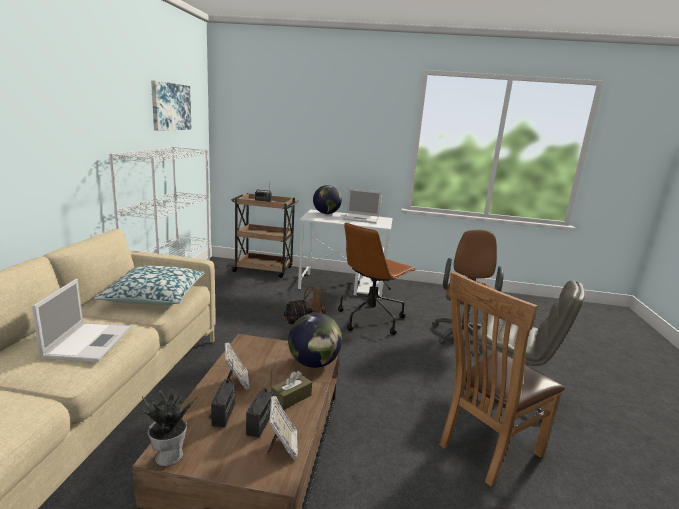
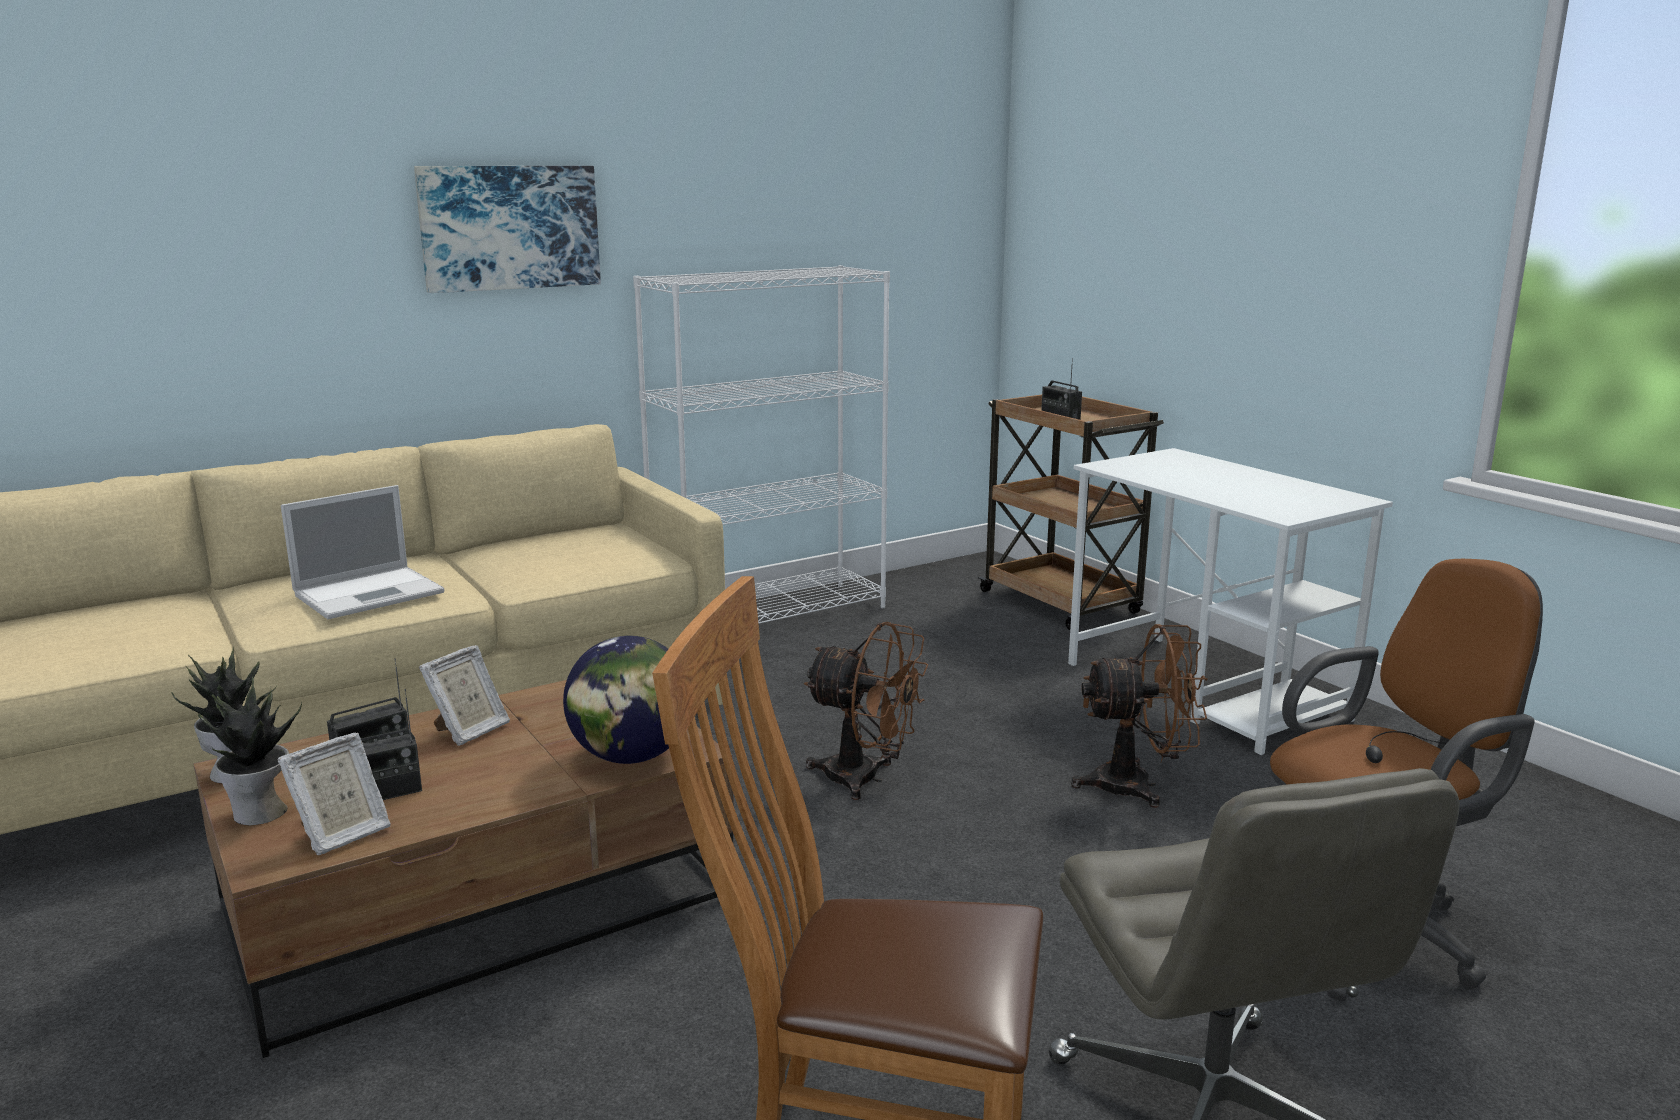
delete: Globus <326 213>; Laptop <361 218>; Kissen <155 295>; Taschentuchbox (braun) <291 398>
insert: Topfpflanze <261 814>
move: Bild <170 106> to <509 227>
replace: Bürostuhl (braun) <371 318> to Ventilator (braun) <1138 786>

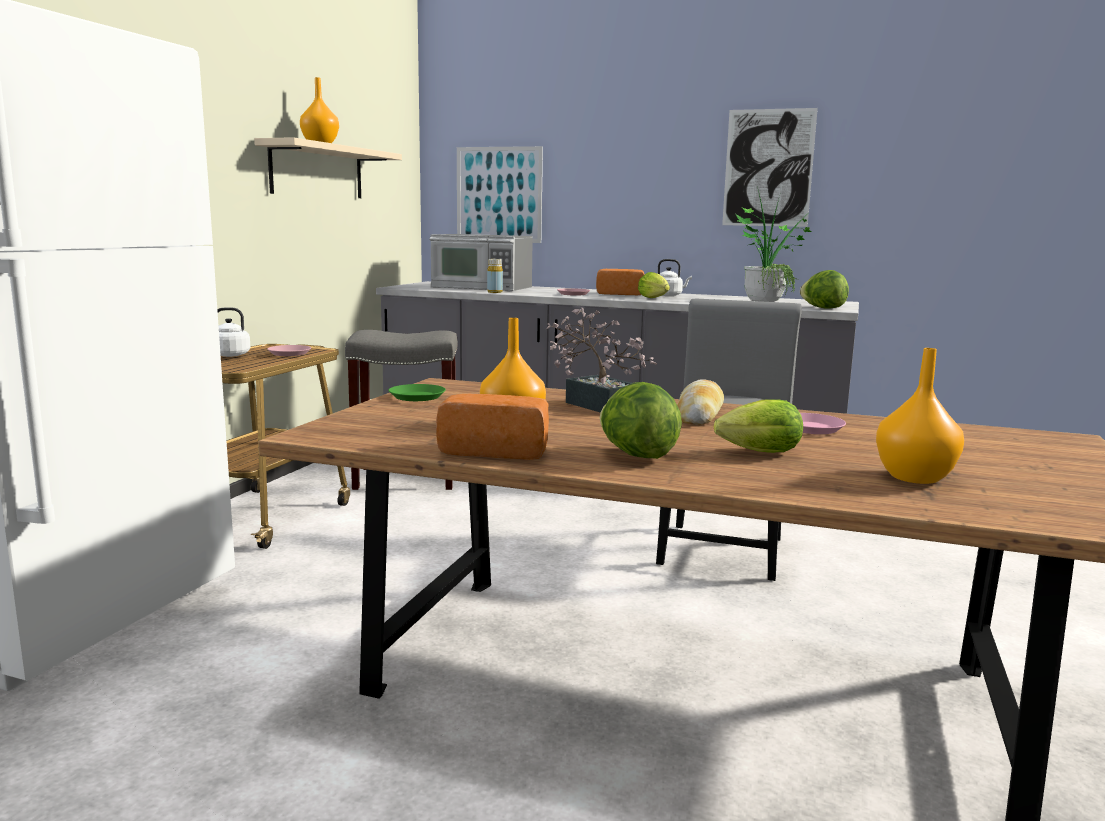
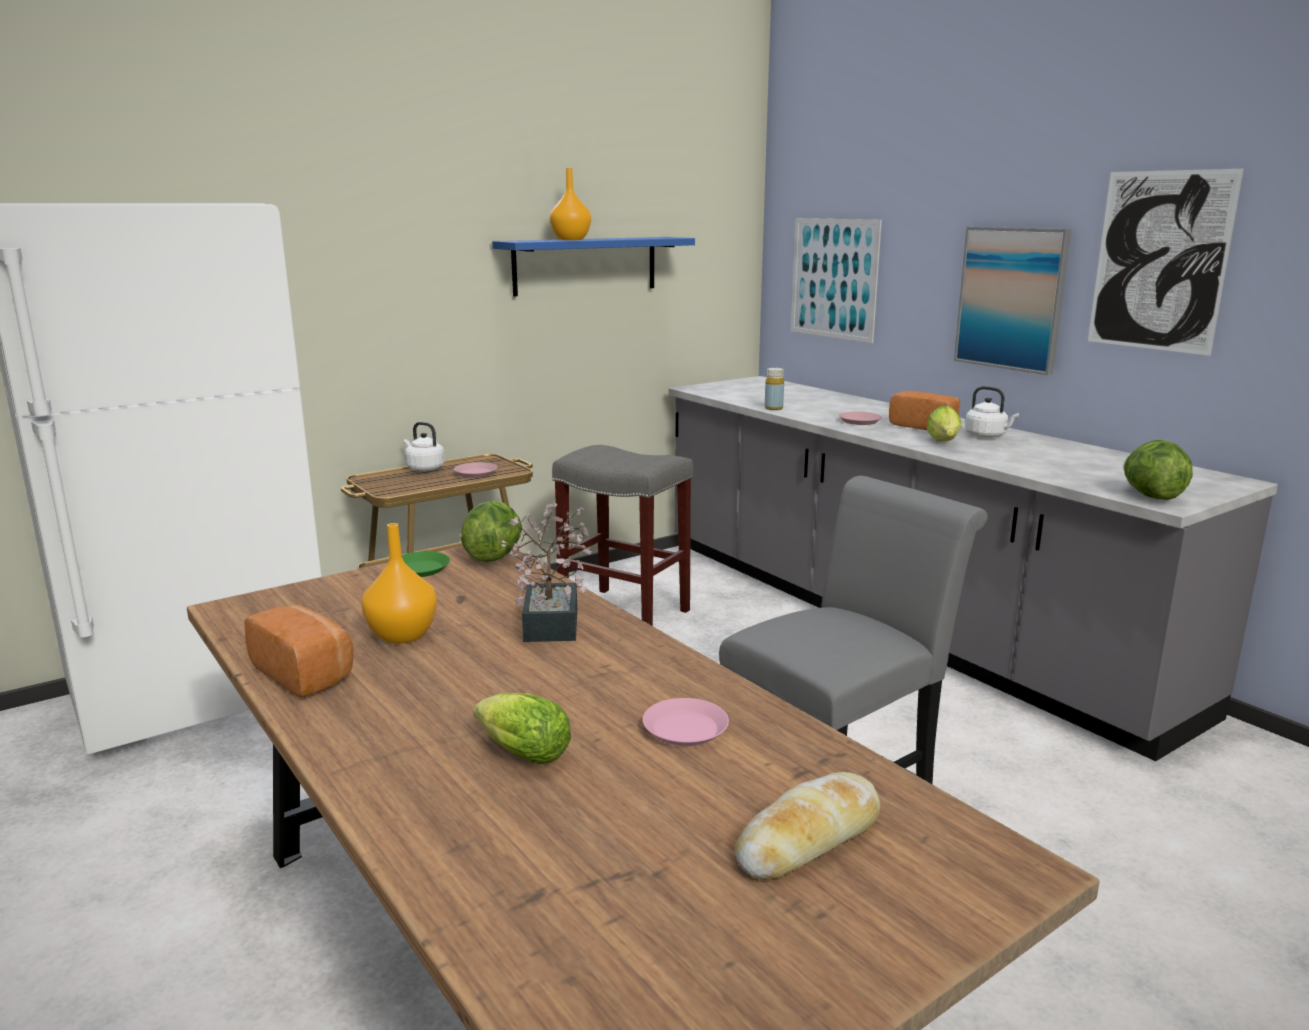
delete: Topfpflanze <766 301>; Mikrowelle <481 287>; Vase (orange) <912 477>
insert: Bild <1011 298>
move: Brot <699 414> to <809 839>; Salatkopf <636 455> to <493 557>
recolor: Wandregal (beige) <317 171> to Wandregal (blau) <585 265>

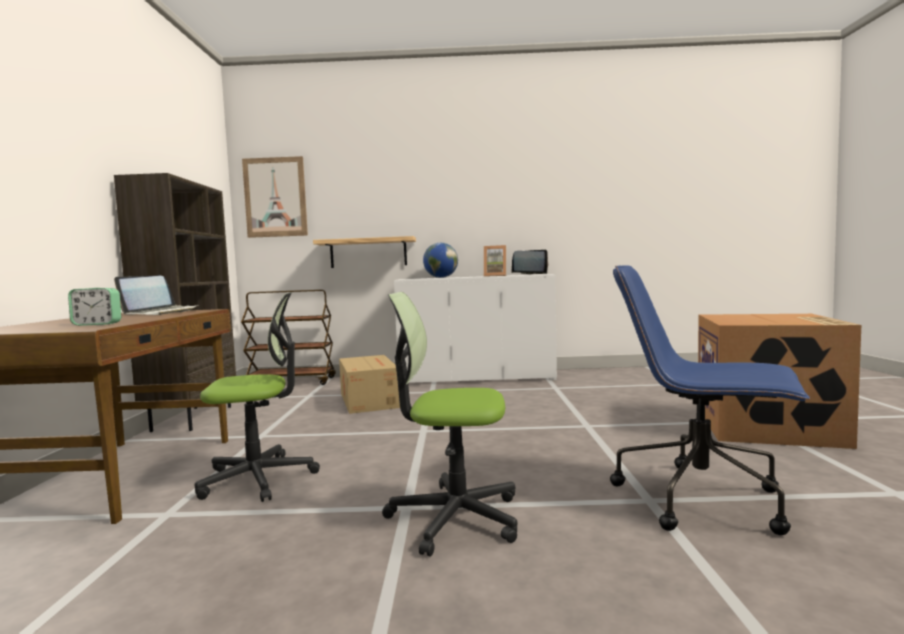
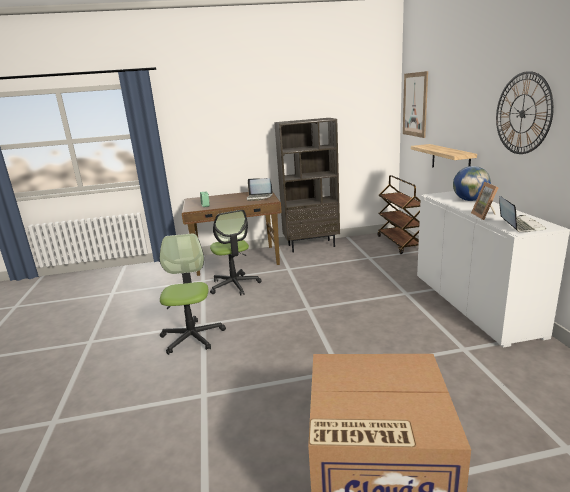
delete: Bürostuhl (blau) <703 499>; Karton <369 400>
insert: Wanduhr <522 113>

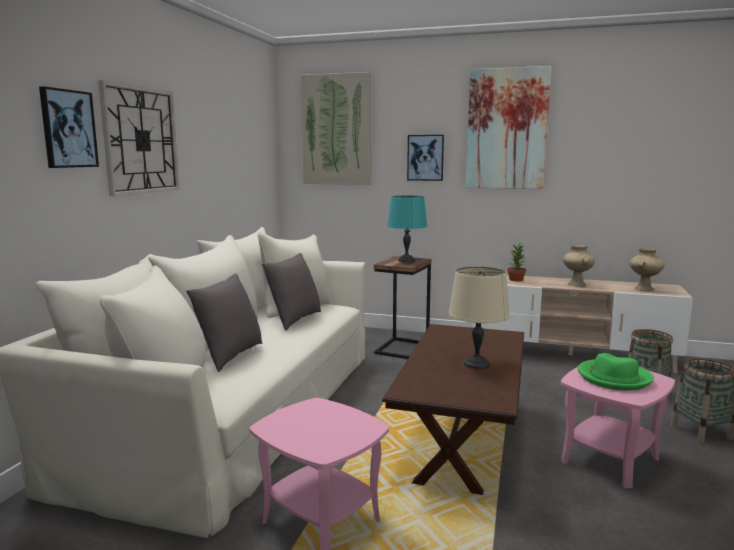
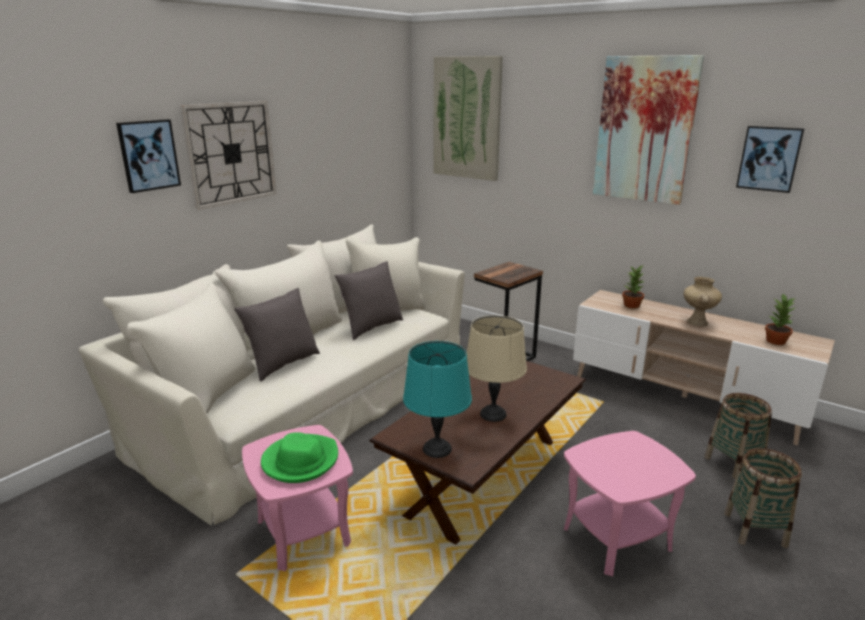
move: Bild <425 157> to <769 158>; Tischlampe (türkis) <406 260> to <436 449>; Hut (grün) <613 378> to <300 461>
replace: Vase (beige) <644 289> to Topfpflanze <776 341>

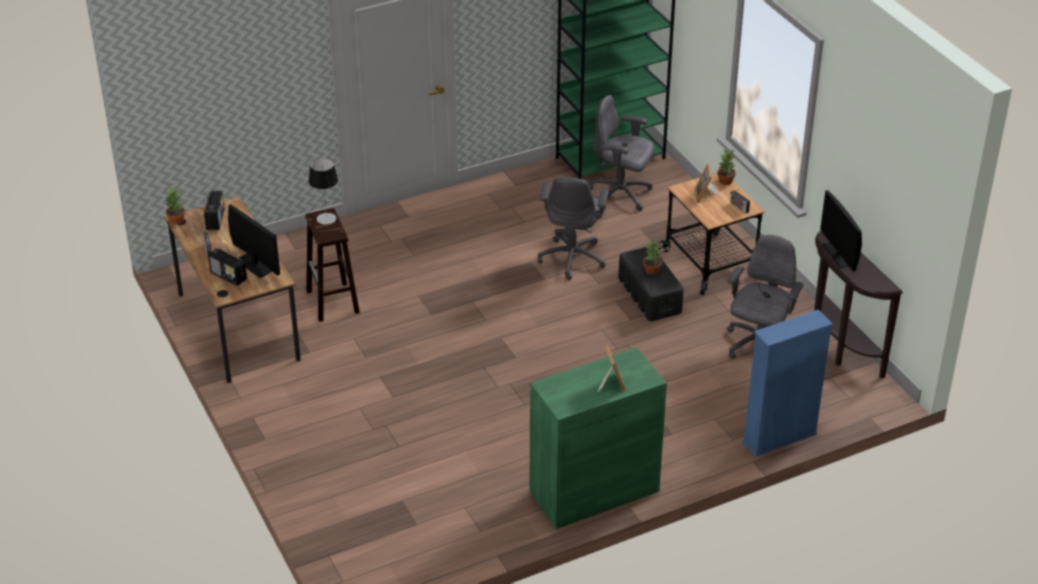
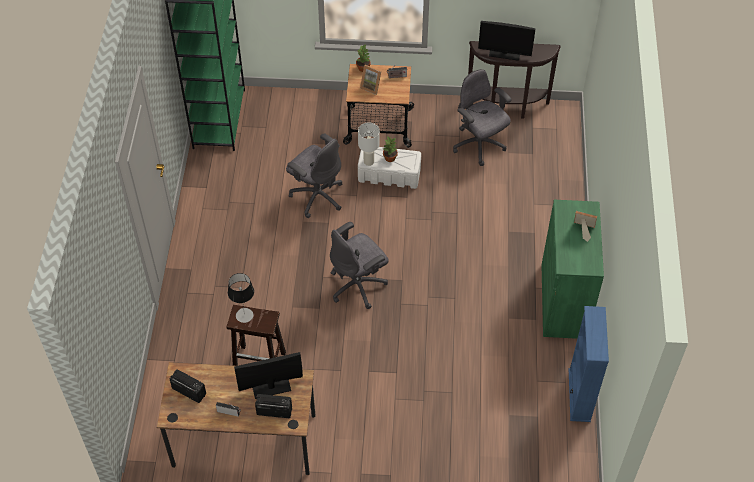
delete: Topfpflanze <176 220>
insert: Tischlampe (weiß) <369 161>
move: Bürostuhl (grau) <621 195> to <358 285>; Bücherregal (blau) <779 438> to <579 395>
recolor: Aufbewahrungsbox (schwarz) <650 296> to Aufbewahrungsbox (weiß) <389 175>
rotate: Radio <229 276> = <274 411> 150 degrees counterclockwise

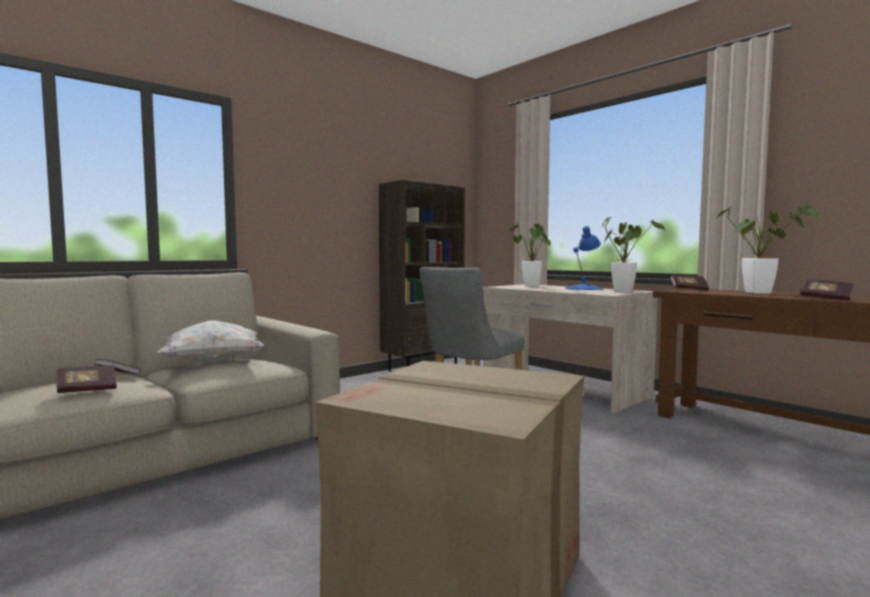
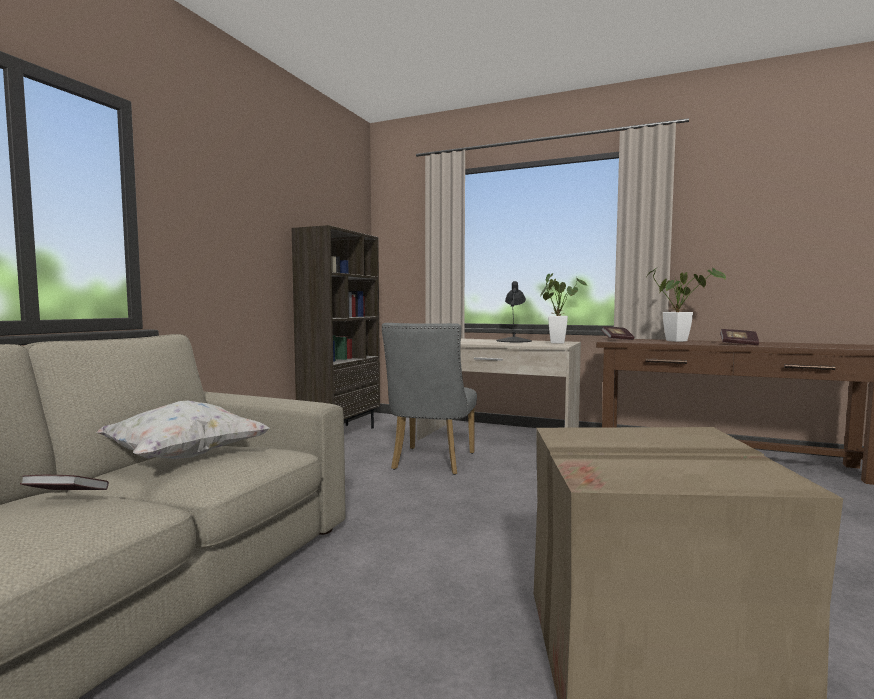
delete: Topfpflanze <531 286>; Buch <87 390>
recolor: Tischlampe (blau) <584 288> to Tischlampe (schwarz) <514 341>

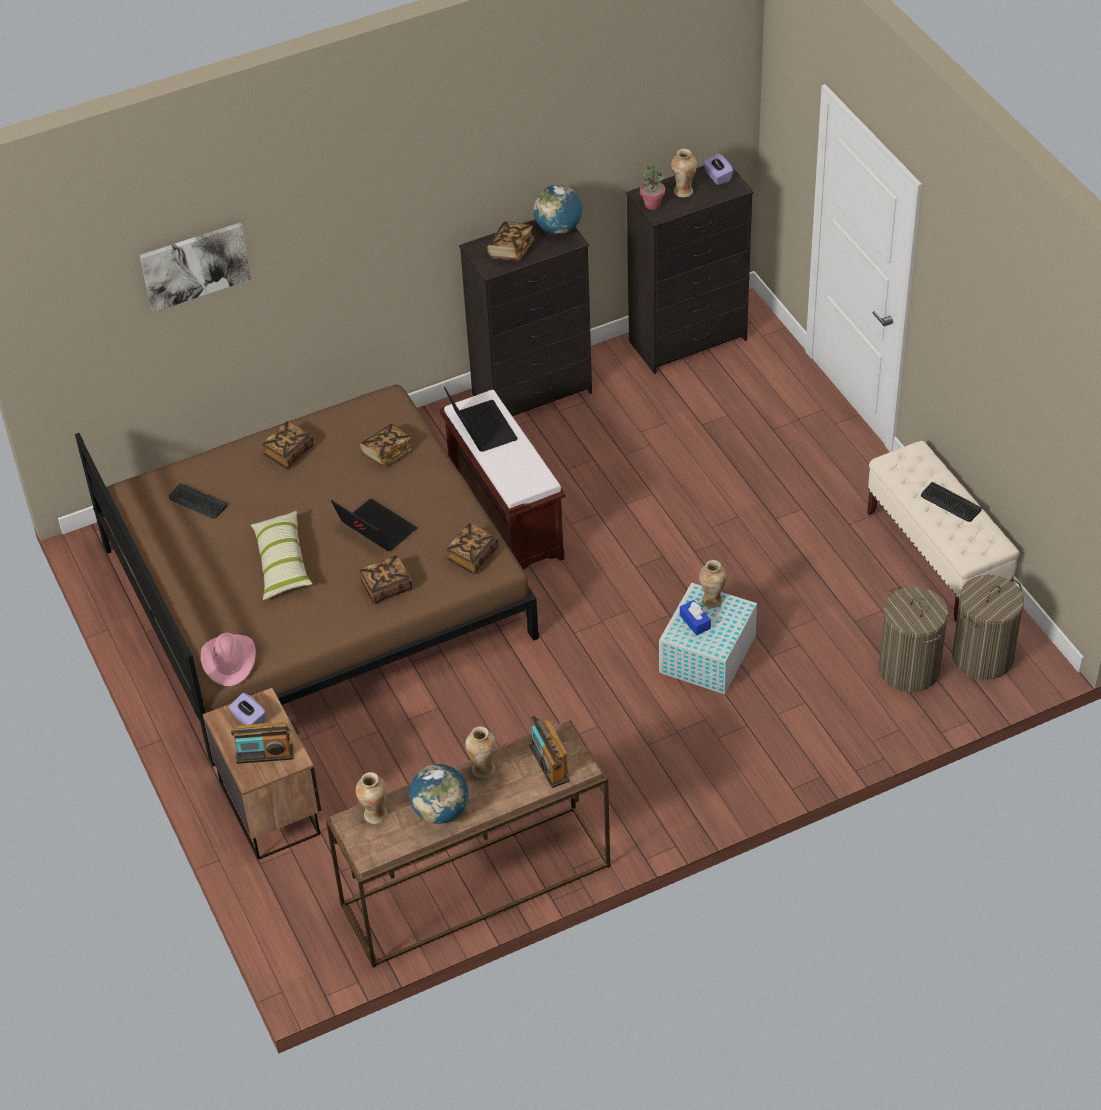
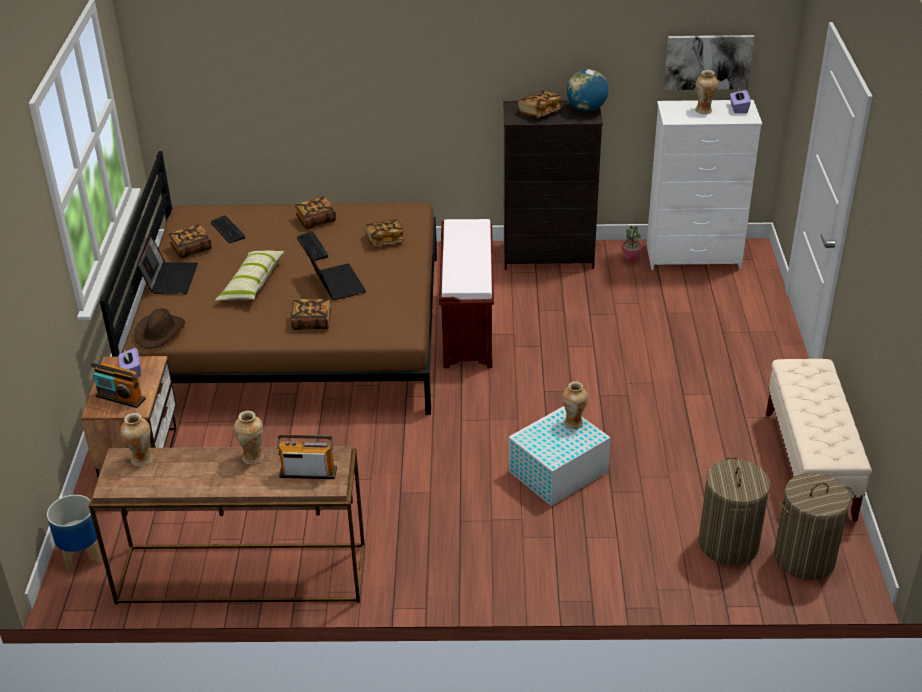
delete: Taschentuchbox (blau) <695 622>; Globus <440 811>
insert: Pflanzkübel <82 554>
move: Topfpflanze <652 204> to <631 259>; Bild <195 265> to <708 61>; Laptop <480 428> to <170 278>; Tastatur <950 503> to <312 247>; Buch <472 556> to <191 249>
recolor: Kommode (schwarz) <689 341> to Kommode (weiß) <694 257>; Hut (rosa) <229 661> to Hut (braun) <160 332>
rotate: Radio <548 764> = <308 472> 90 degrees clockwise

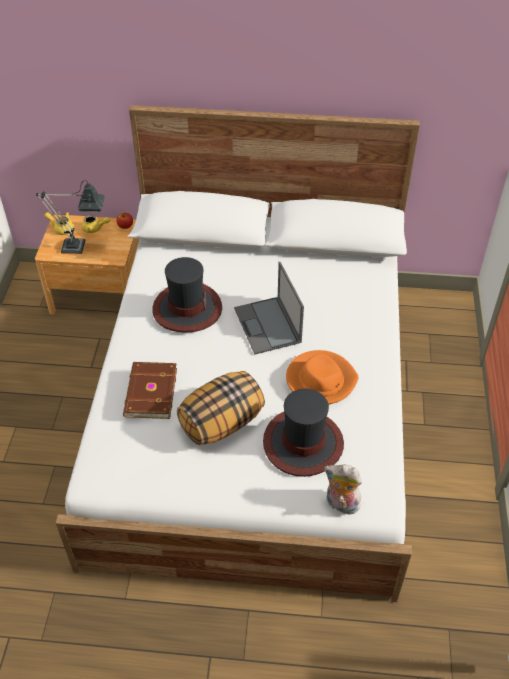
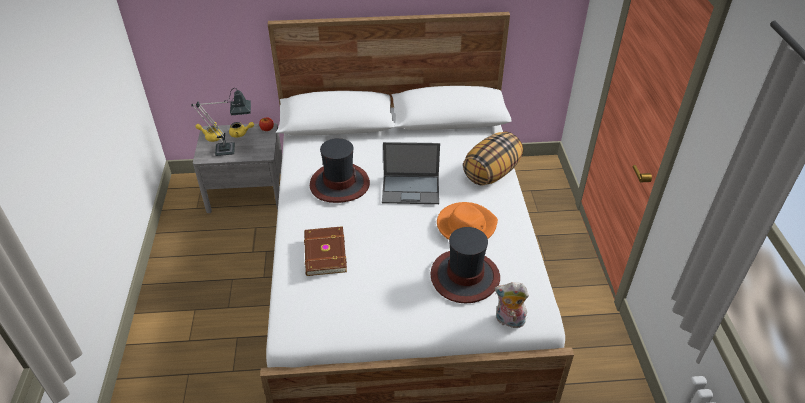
move: Kissen <221 422> to <491 173>
recolor: Nachttisch (braun) <98 293> to Nachttisch (grau) <246 191>
rotate: Laptop <268 326> = <411 189> 60 degrees counterclockwise

